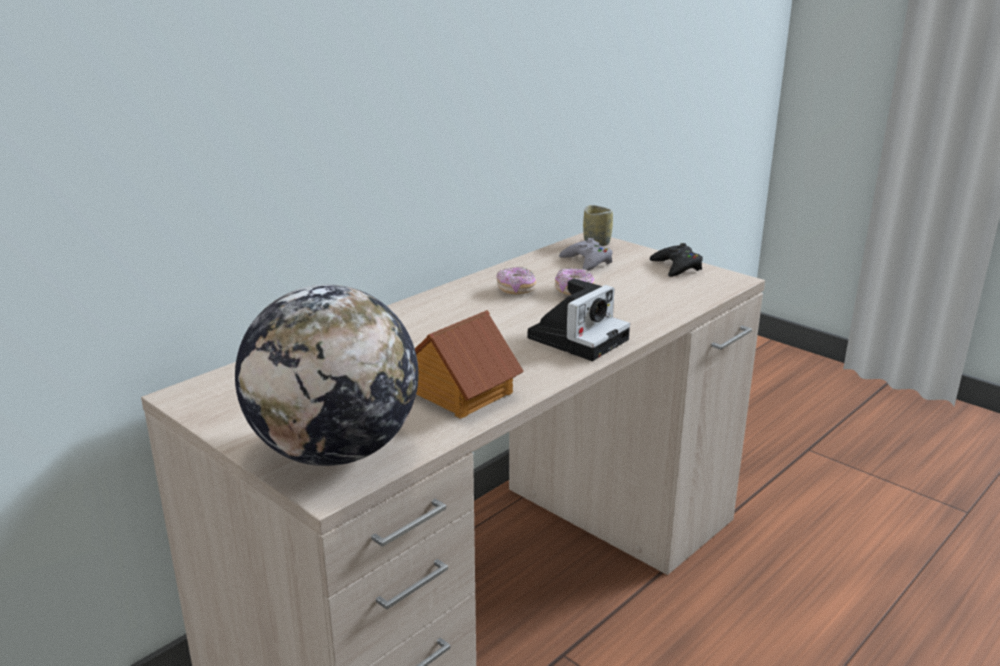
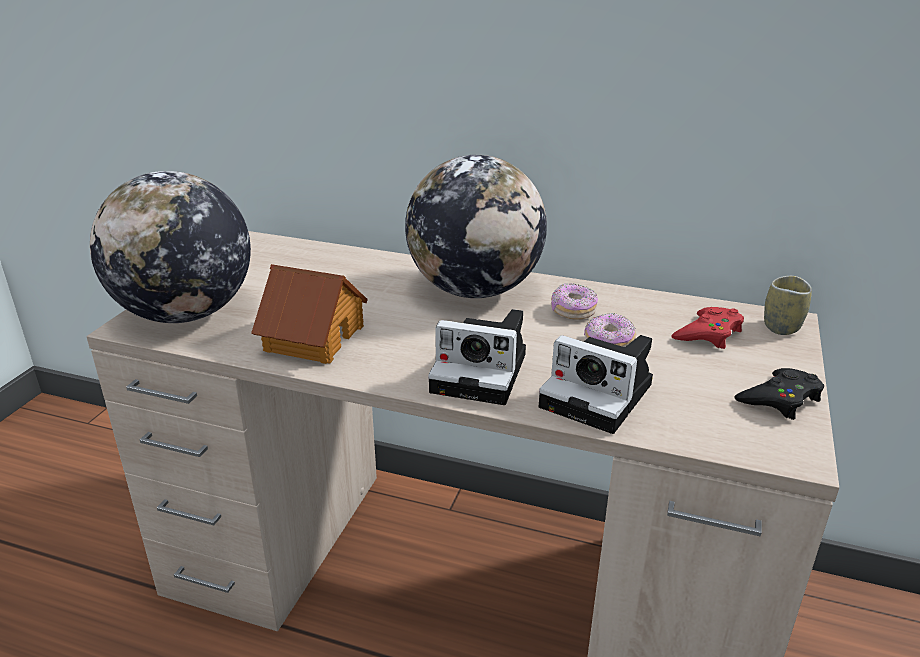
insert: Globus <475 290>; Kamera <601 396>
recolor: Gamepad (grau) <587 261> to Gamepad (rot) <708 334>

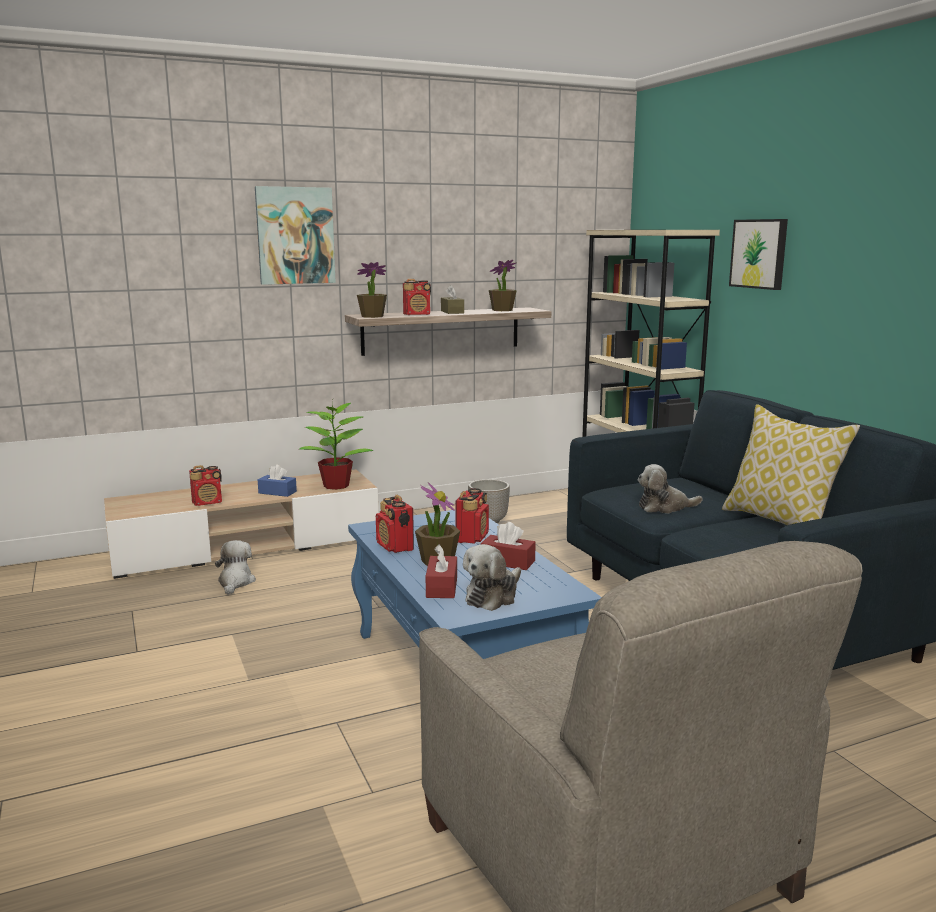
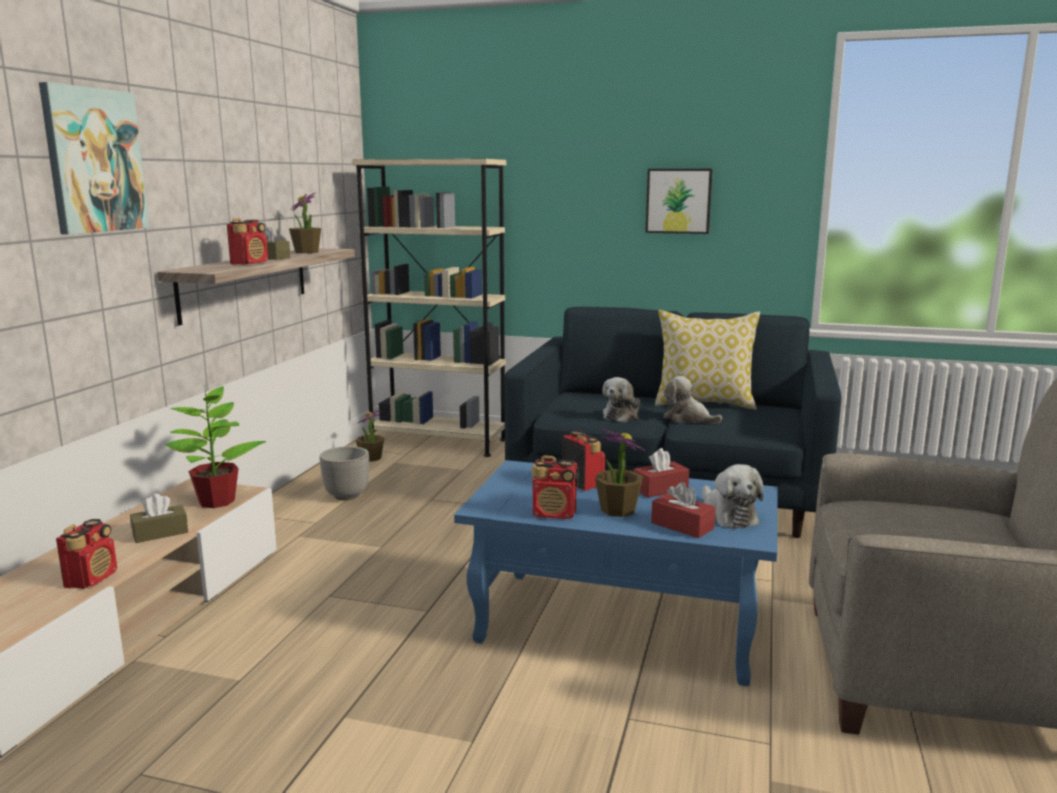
move: Bild <759 254> to <678 201>; Topfpflanze <372 316> to <371 458>; Plüschtier <235 582> to <688 418>
recolor: Taschentuchbox (blau) <277 492> to Taschentuchbox (braun) <160 533>

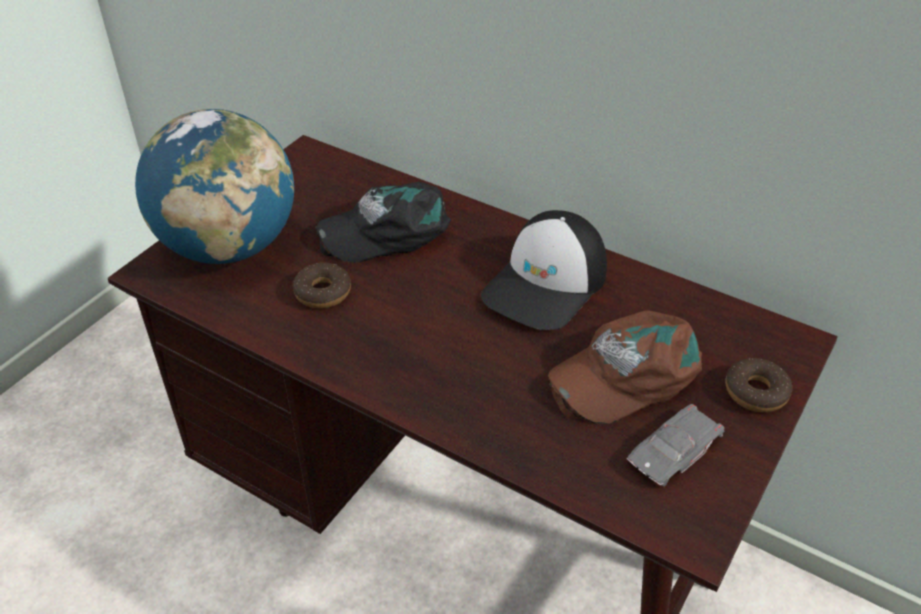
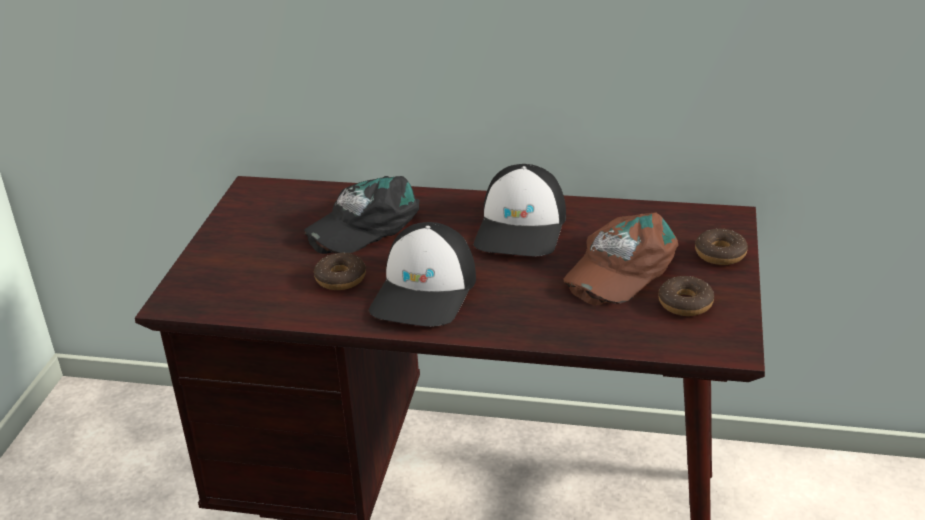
delete: Globus <229 246>
insert: Kappe <425 291>
replace: Spielzeugauto (grau) <674 450> to Donut <685 303>

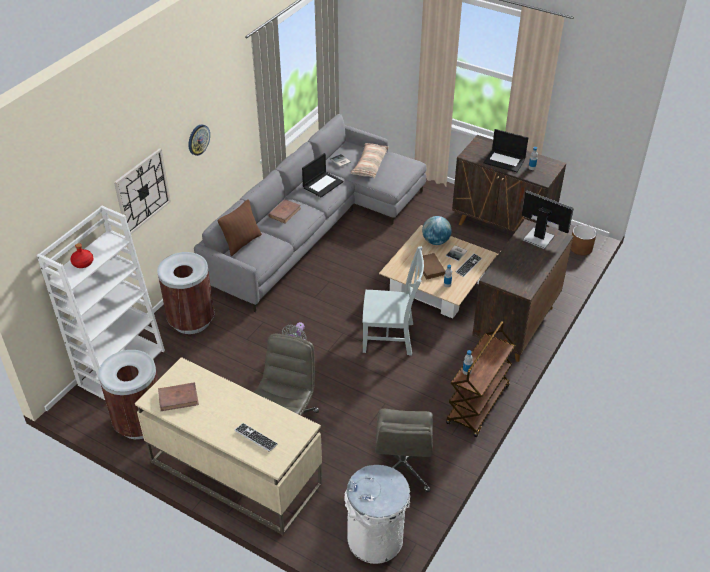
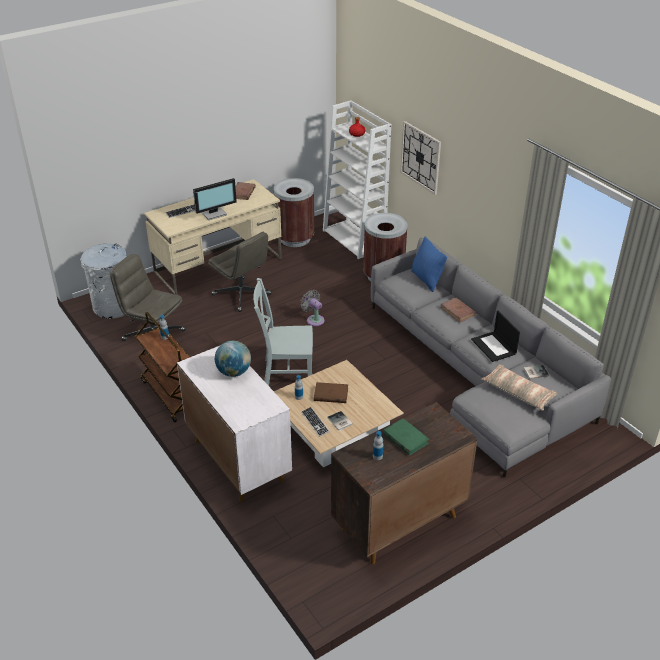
delete: Wanduhr <198 139>; Pflanzkübel (braun) <580 248>
move: Monitor <539 237> to <214 213>; Globus <436 241> to <234 372>
replace: Laptop <505 161> to Buch (grün) <405 438>
recolor: Kissen (braun) <242 243> to Kissen (blau) <426 280>; Schrank (braun) <515 326> to Schrank (weiß) <238 460>
rotate: Stuhl (grau) <391 338> = <285 373> 60 degrees clockwise

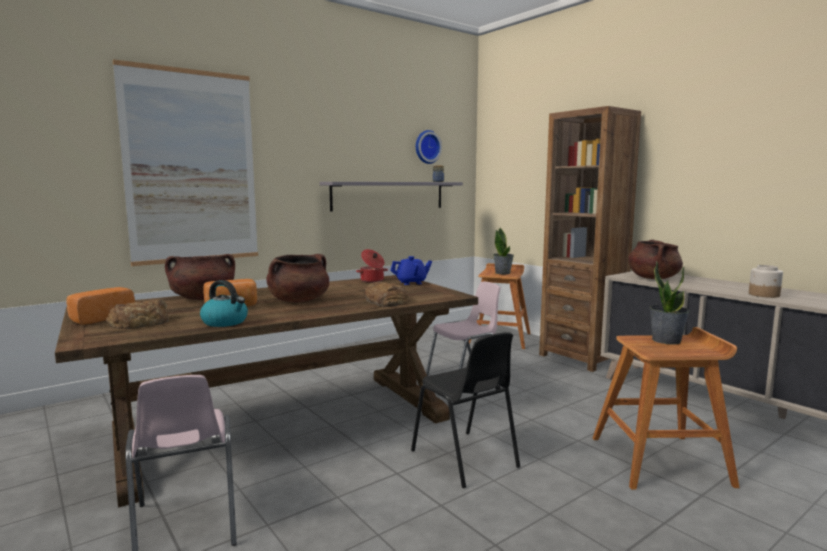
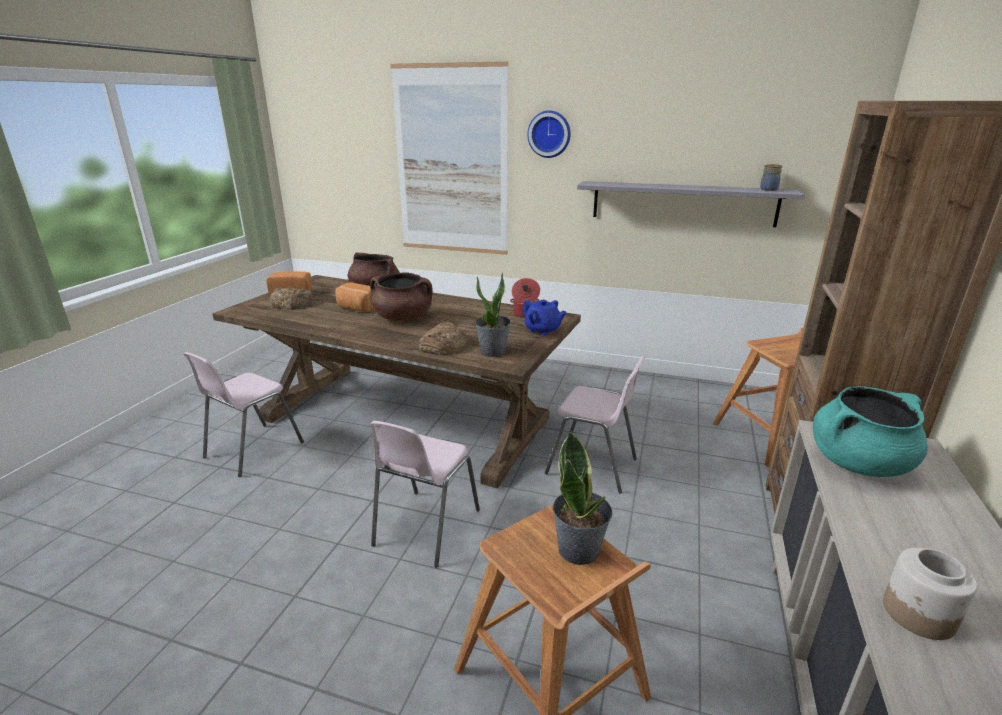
delete: Wasserkessel <225 322>
move: Wanduhr <426 147> to <549 134>; Topfpflanze <503 273> to <493 351>
recolor: Kochtopf (braun) <653 278> to Kochtopf (türkis) <858 463>; Stuhl (schwarz) <465 459> to Stuhl (rosa) <425 527>

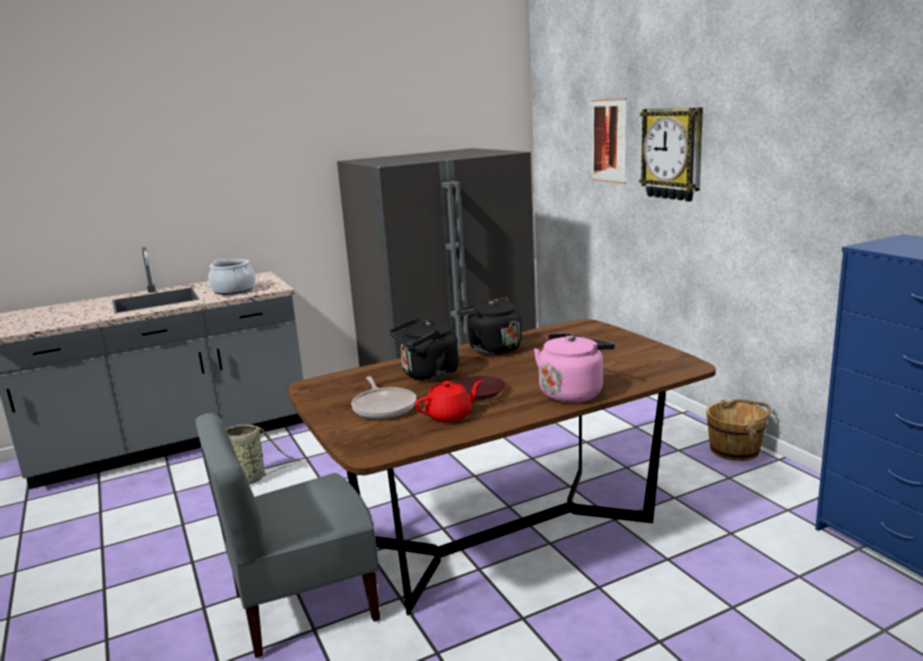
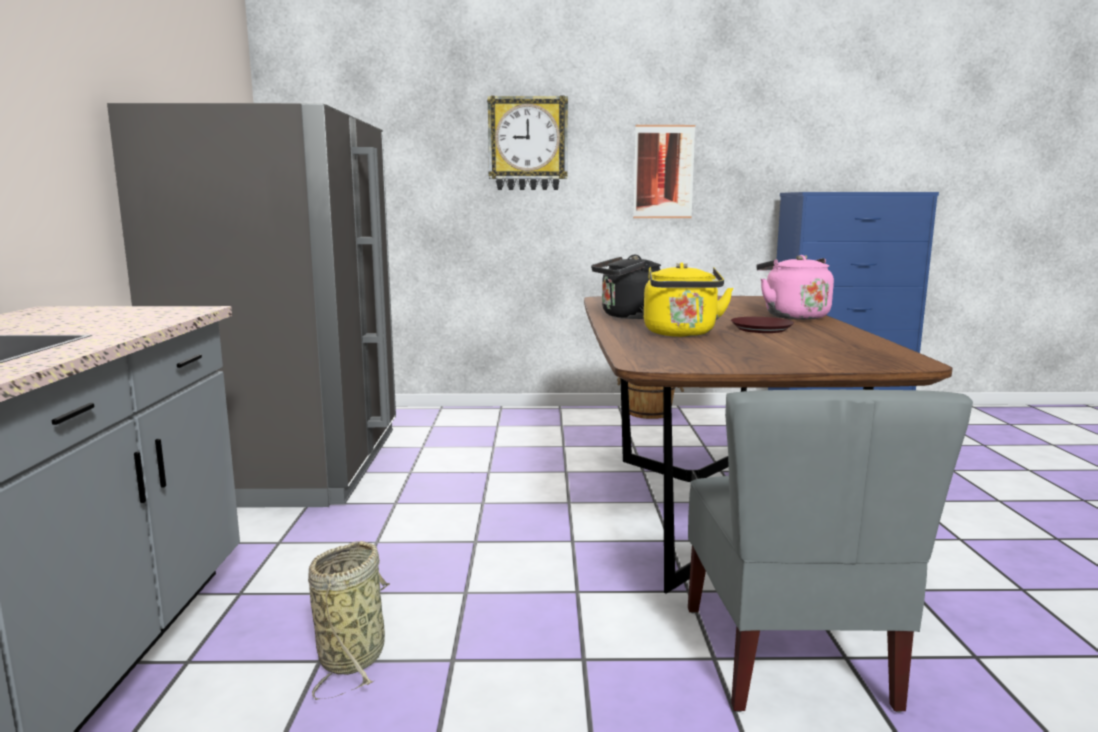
delete: Kochtopf <234 290>; Pfanne <384 407>; Teekanne (rot) <450 415>
move: Bild <609 141> to <663 172>
recolor: Wasserkessel (schwarz) <427 375> to Wasserkessel (gelb) <681 334>

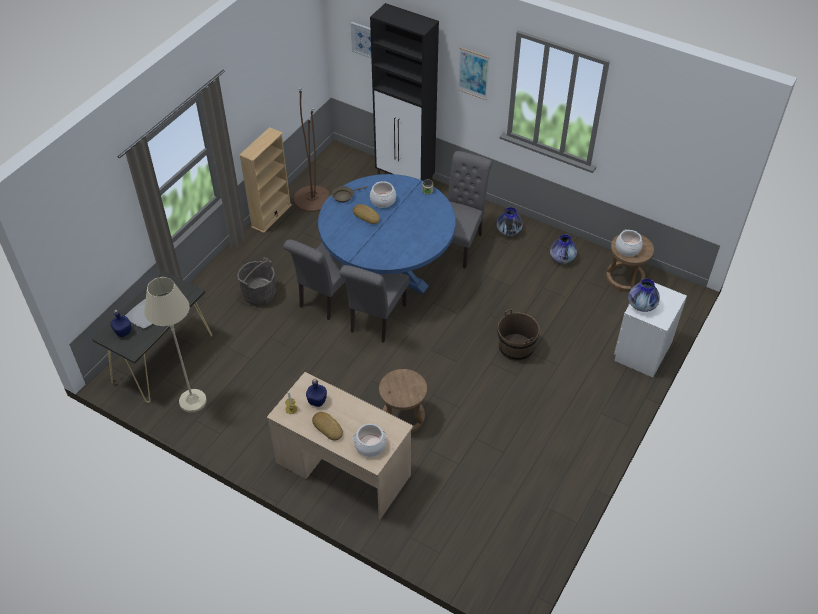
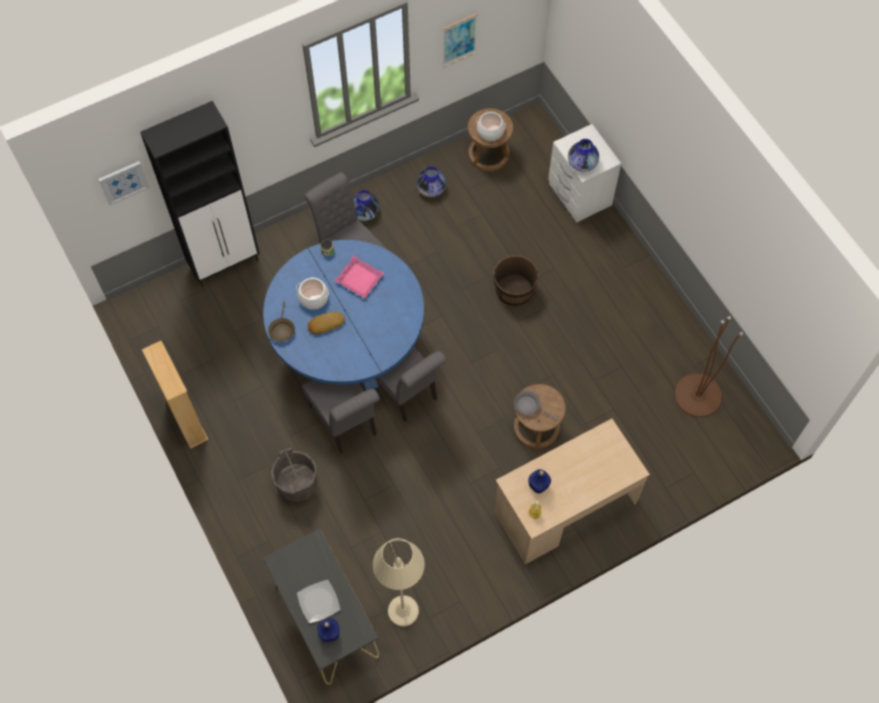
delete: Brot <328 427>; Kochtopf <370 445>
insert: Tablett (rosa) <359 279>; Pfanne (grau) <529 406>
move: Bild <473 73> to <459 40>; Stehlampe (braun) <312 199> to <697 395>

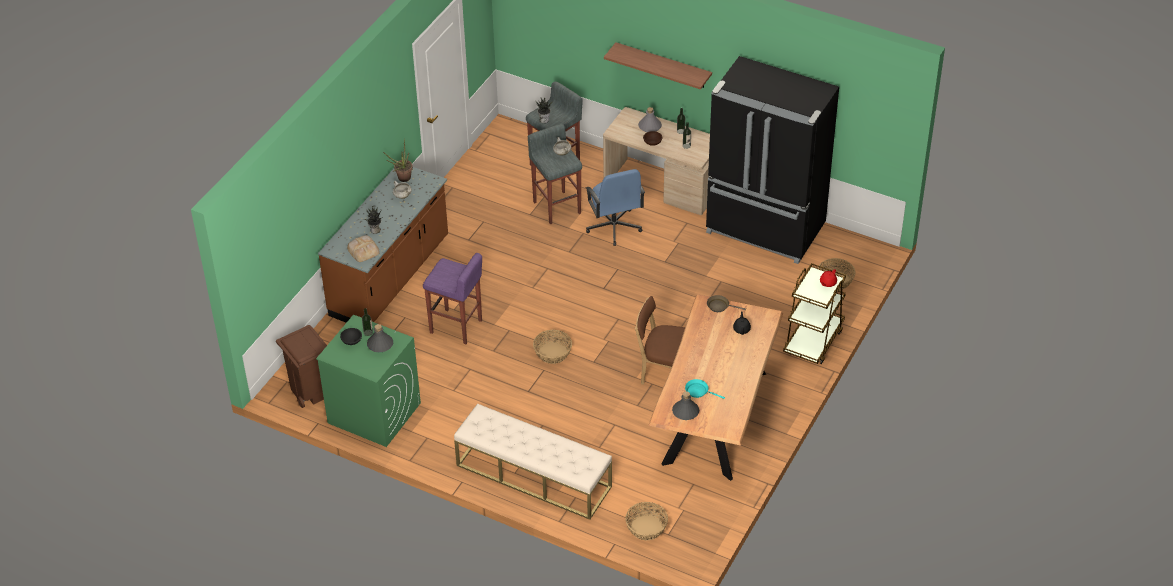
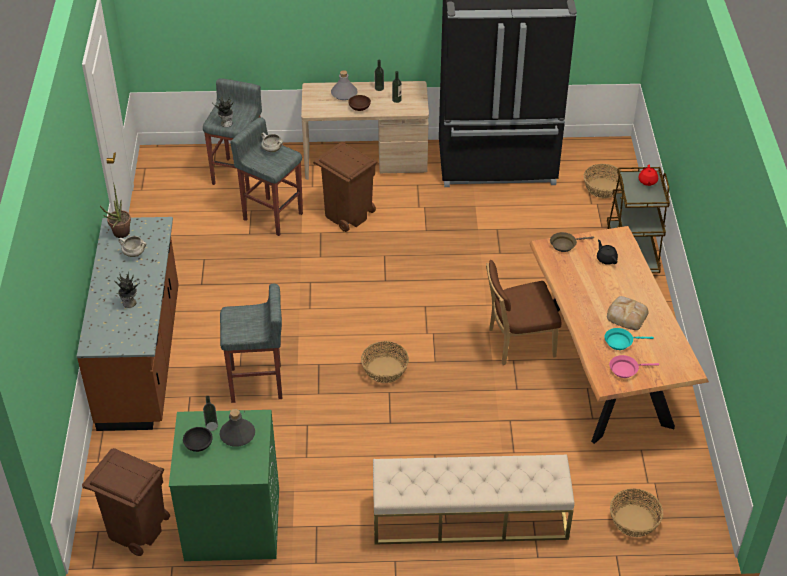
delete: Wandregal <663 65>
move: Brot <363 250> to <626 315>
replace: Bürostuhl (blau) <613 227> to Mülleimer (braun) <347 215>; Flasche (grau) <685 411> to Pfanne (rosa) <626 369>
recolor: Hocker (lila) <456 327> to Hocker (grau) <257 384>

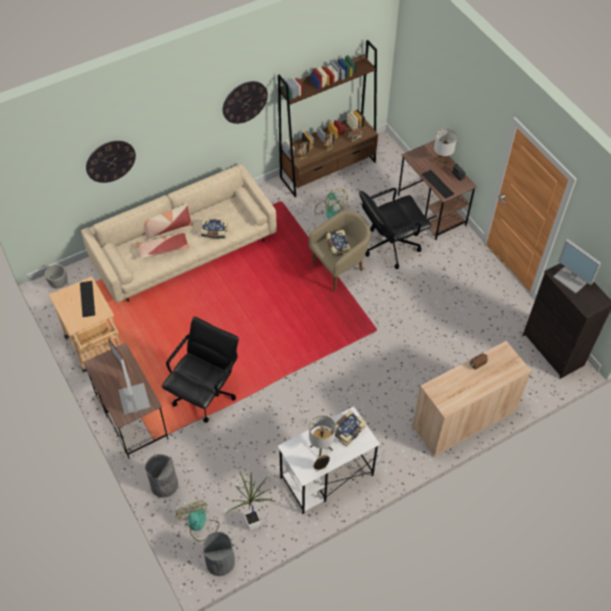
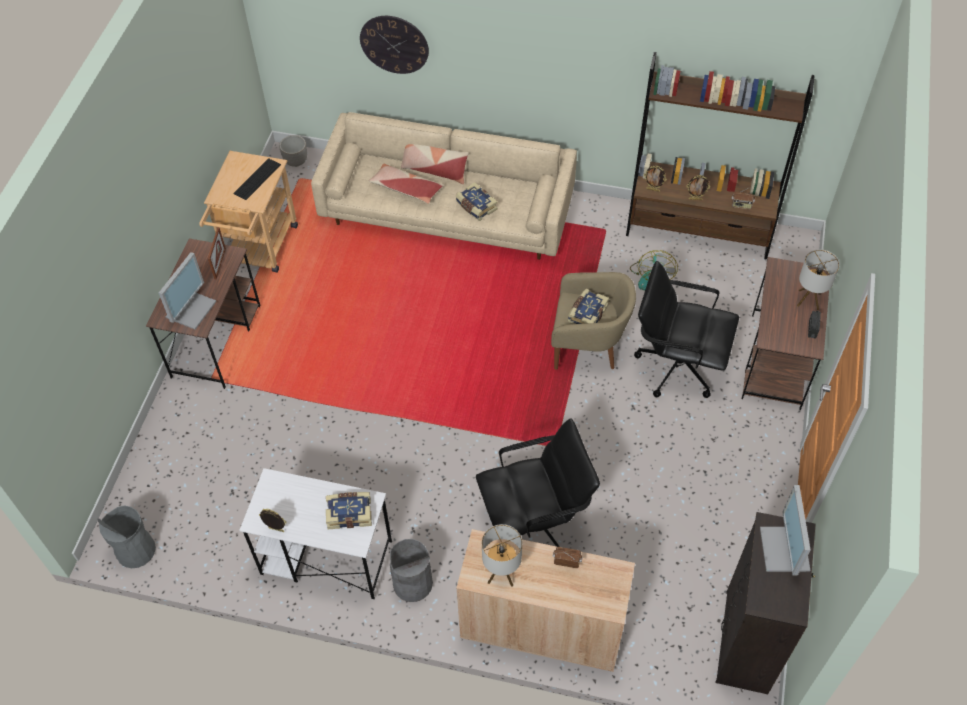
delete: Wanduhr <244 102>; Tastatur <437 184>; Topfpflanze <253 522>; Ventilator <199 525>
move: Bürostuhl (schwarz) <205 393> to <535 522>; Tischlampe <321 448> to <502 573>; Mülleimer (grau) <164 484> to <412 583>

